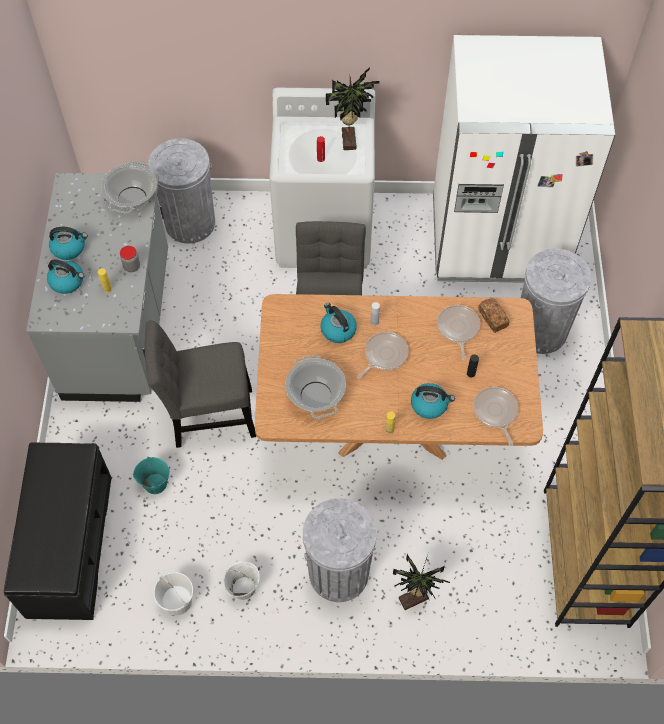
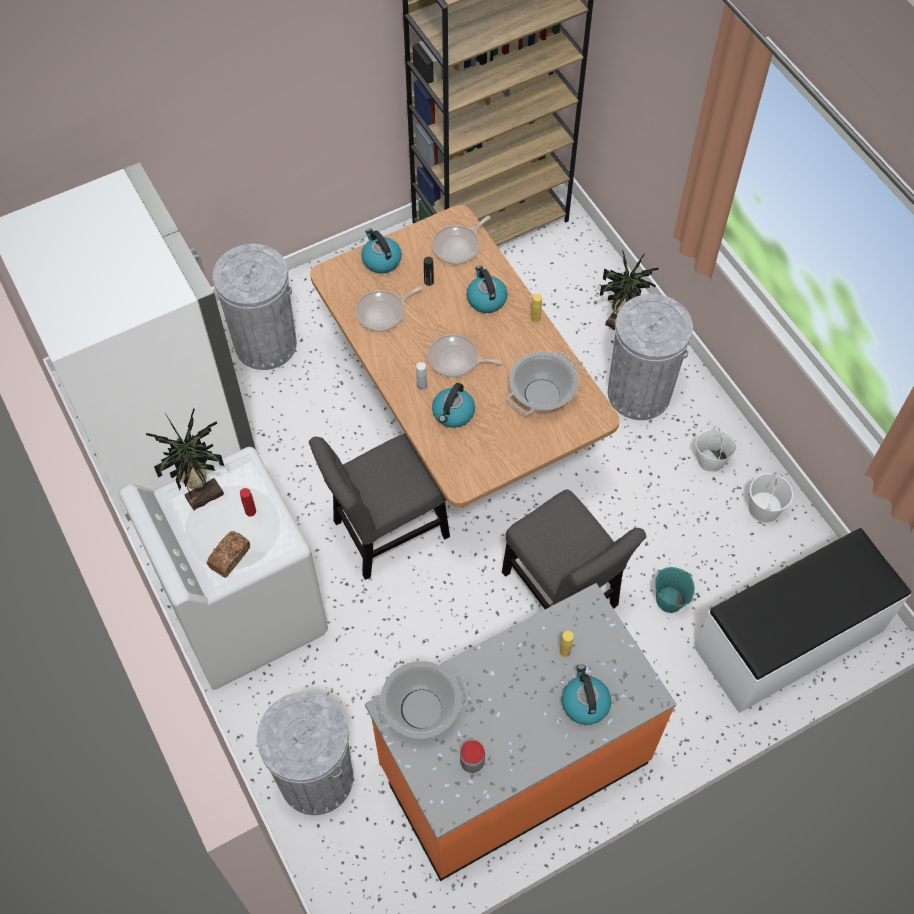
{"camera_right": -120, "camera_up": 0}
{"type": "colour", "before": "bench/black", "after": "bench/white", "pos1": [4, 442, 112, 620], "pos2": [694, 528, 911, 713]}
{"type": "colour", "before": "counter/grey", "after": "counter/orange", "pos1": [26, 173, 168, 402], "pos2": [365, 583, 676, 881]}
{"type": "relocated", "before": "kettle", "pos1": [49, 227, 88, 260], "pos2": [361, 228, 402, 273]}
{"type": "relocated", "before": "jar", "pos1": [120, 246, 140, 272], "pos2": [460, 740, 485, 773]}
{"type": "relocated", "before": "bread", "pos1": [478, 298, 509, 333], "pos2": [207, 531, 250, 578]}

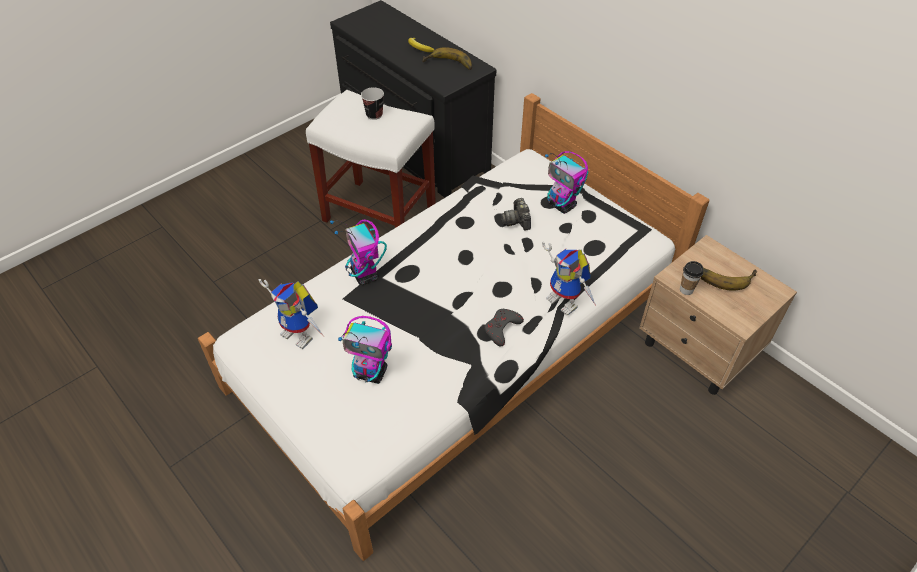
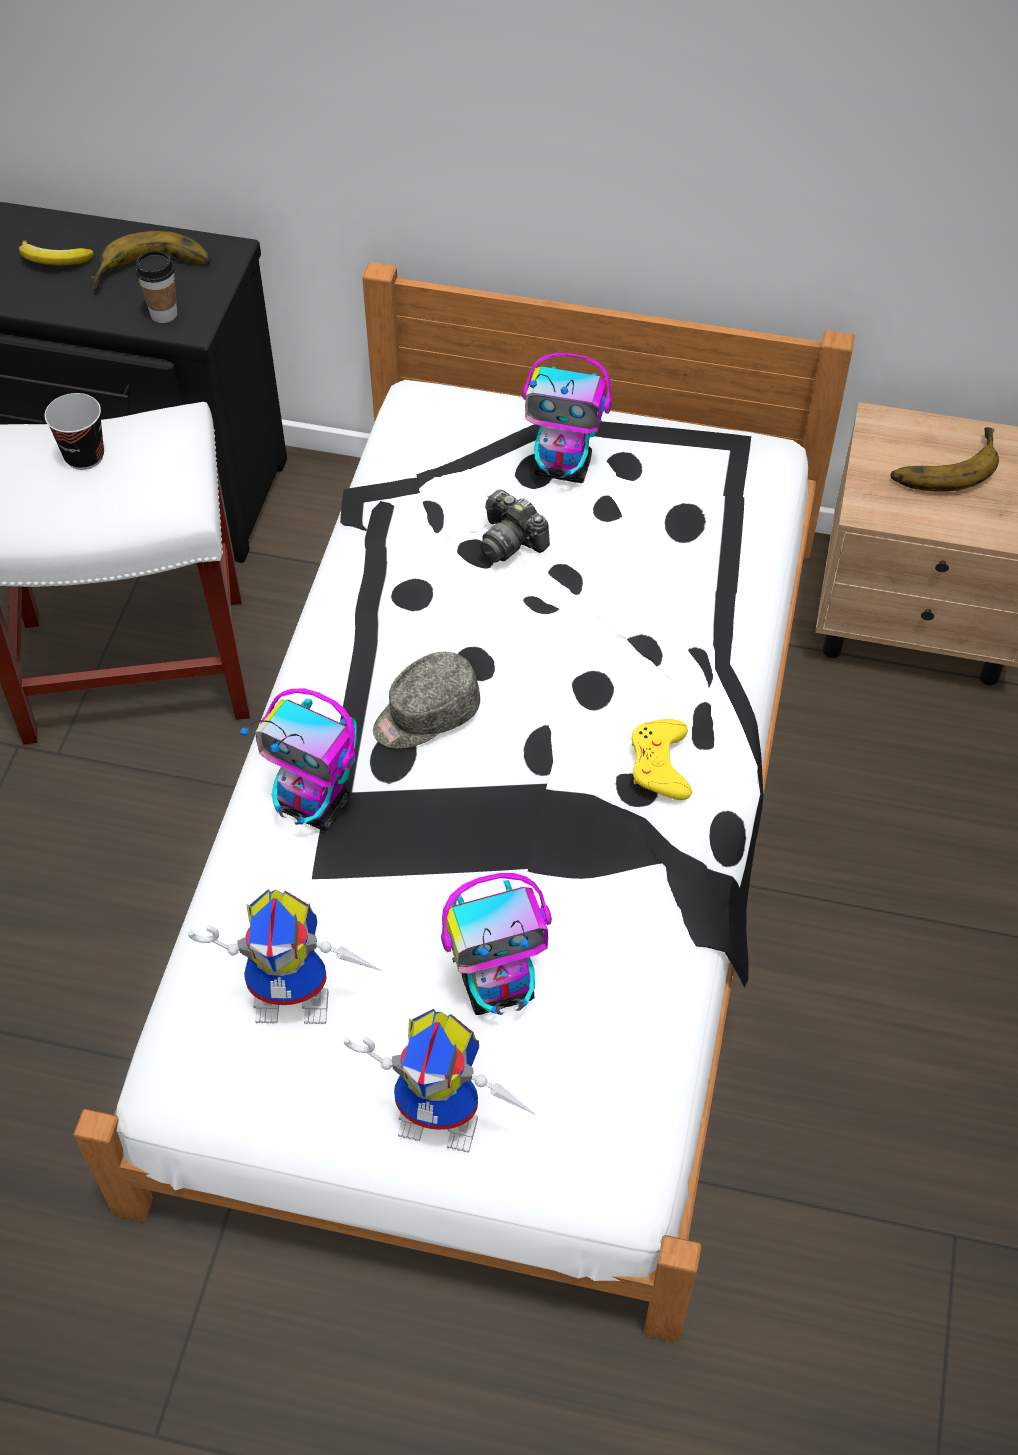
{"camera_right": -35, "camera_up": 5}
{"type": "colour", "before": "game controller/grey", "after": "game controller/yellow", "pos1": [484, 309, 524, 347], "pos2": [631, 719, 692, 800]}
{"type": "relocated", "before": "toy robot", "pos1": [542, 241, 596, 316], "pos2": [343, 1009, 536, 1152]}
{"type": "relocated", "before": "cup", "pos1": [680, 261, 703, 295], "pos2": [135, 250, 177, 323]}
{"type": "appeared", "after": "cap/grey", "pos2": [373, 652, 480, 749]}

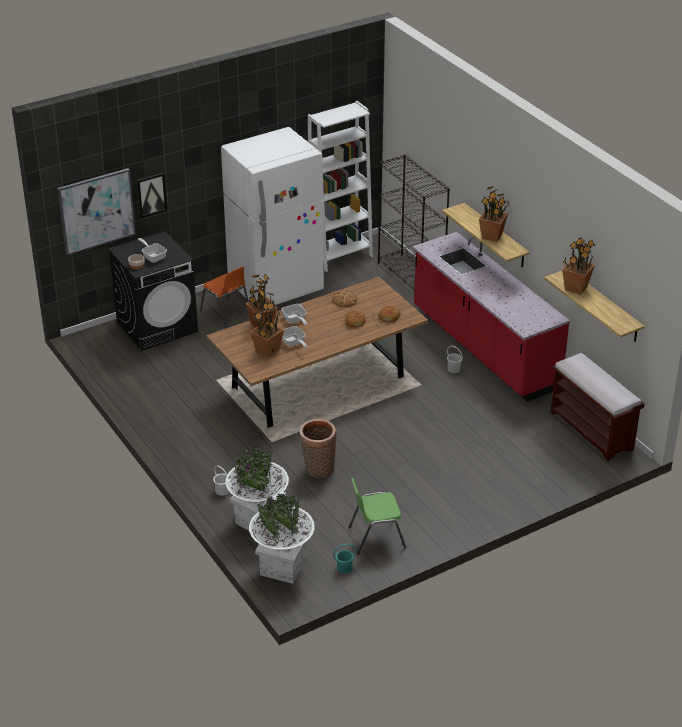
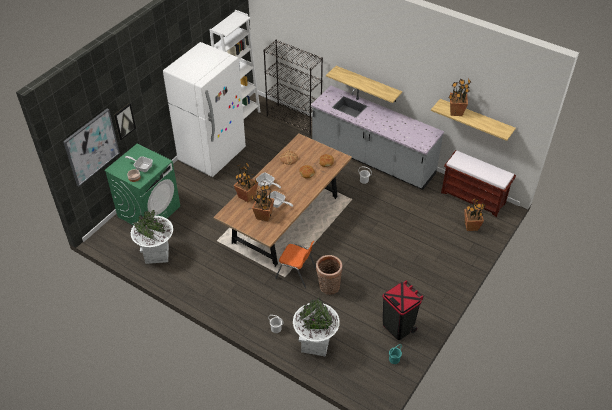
{"camera_right": -25, "camera_up": 10}
{"type": "colour", "before": "washing machine/black", "after": "washing machine/green", "pos1": [108, 231, 198, 351], "pos2": [104, 143, 180, 226]}
{"type": "relocated", "before": "chair/orange", "pos1": [200, 267, 249, 328], "pos2": [275, 241, 316, 288]}
{"type": "relocated", "before": "planter/white", "pos1": [249, 494, 315, 584], "pos2": [131, 210, 173, 264]}
{"type": "exchanged", "before": "chair/green", "after": "trash can/black", "pos1": [348, 478, 406, 555], "pos2": [382, 280, 424, 340]}
{"type": "colour", "before": "counter/red", "after": "counter/grey", "pos1": [413, 232, 570, 402], "pos2": [311, 86, 444, 190]}
{"type": "relocated", "before": "potted plant", "pos1": [479, 186, 510, 242], "pos2": [464, 198, 486, 231]}

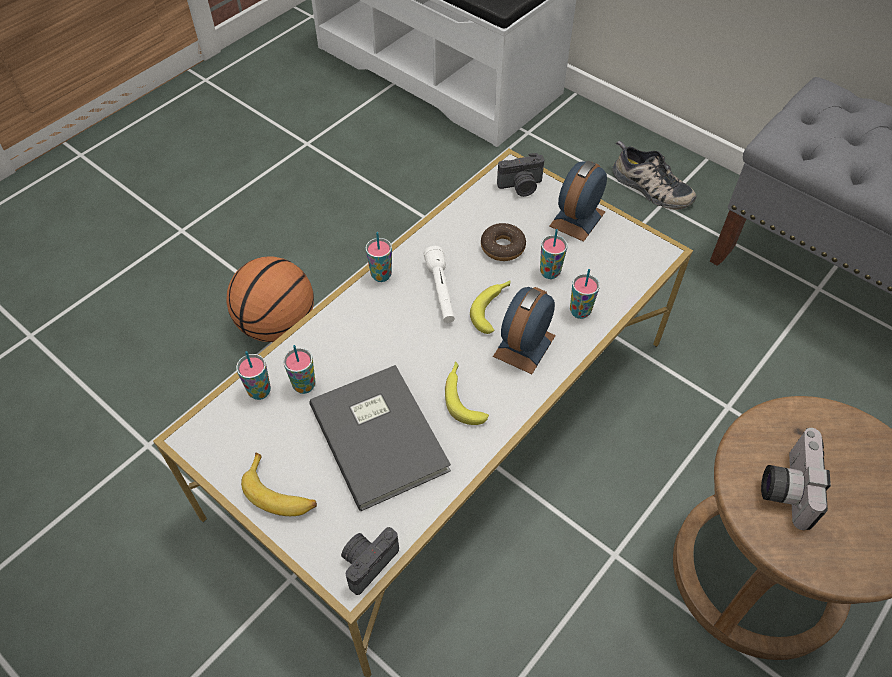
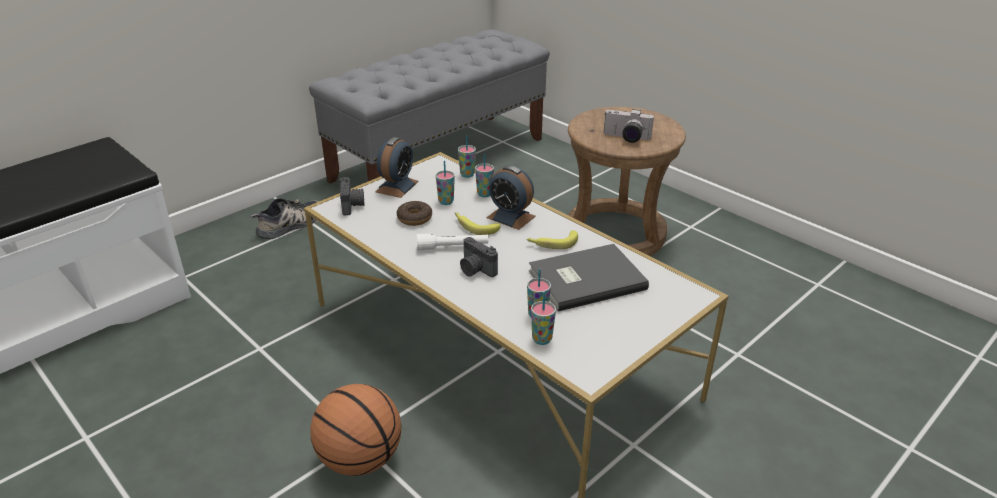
{"camera_right": -85, "camera_up": -20}
{"type": "missing", "before": "banana", "pos1": [241, 453, 317, 516]}
{"type": "relocated", "before": "photo camera", "pos1": [341, 527, 399, 595], "pos2": [460, 237, 498, 277]}
{"type": "relocated", "before": "cup", "pos1": [366, 232, 392, 282], "pos2": [458, 135, 476, 178]}
{"type": "spun", "before": "alarm clock", "pos1": [549, 161, 607, 242], "pos2": [375, 137, 418, 198], "turn": -105}

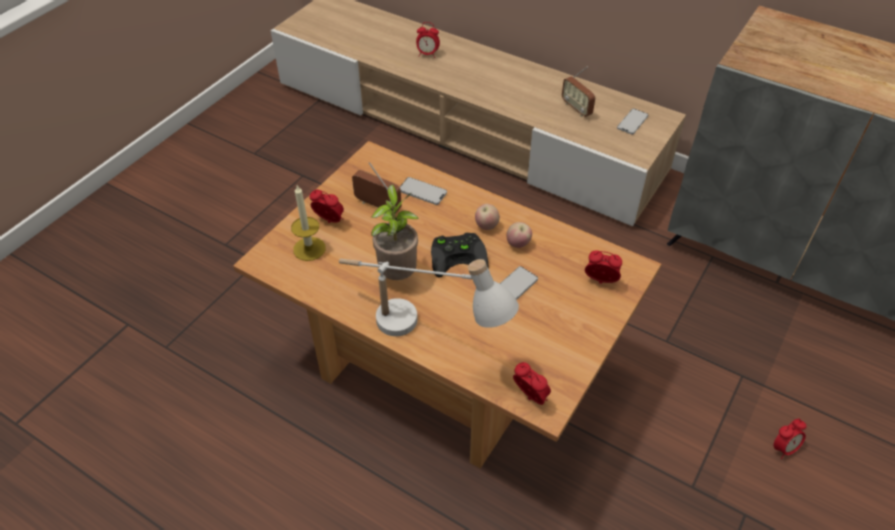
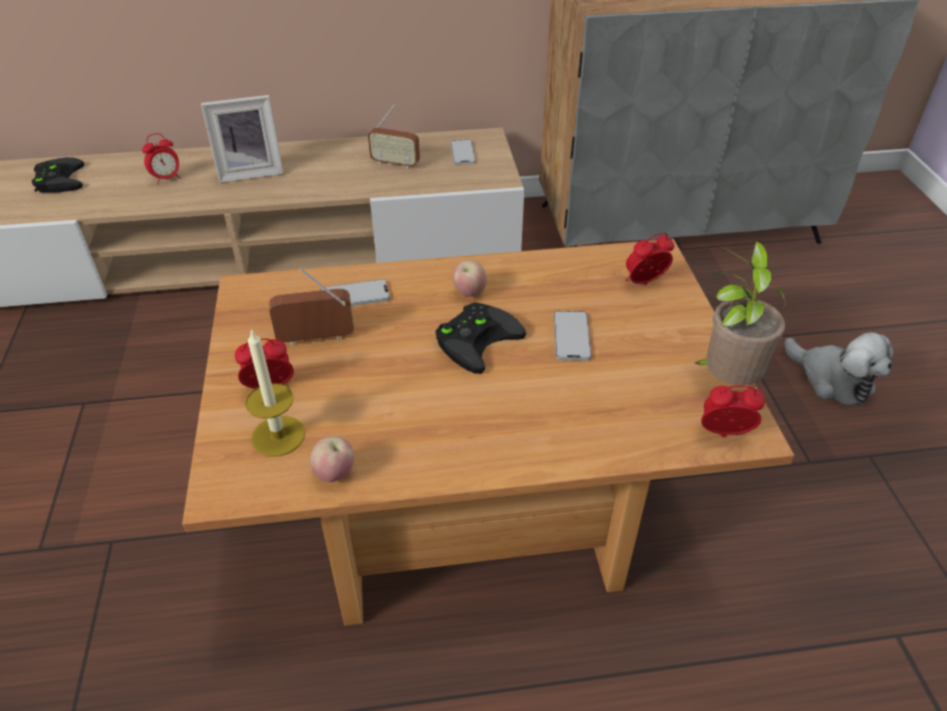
{"camera_right": -40, "camera_up": -5}
{"type": "missing", "before": "table lamp/white", "pos1": [339, 259, 519, 336]}
{"type": "relocated", "before": "potted plant", "pos1": [371, 185, 419, 280], "pos2": [695, 241, 786, 385]}
{"type": "relocated", "before": "apple", "pos1": [506, 222, 532, 248], "pos2": [310, 436, 354, 482]}
{"type": "exchanged", "before": "alarm clock", "after": "plush toy", "pos1": [774, 418, 807, 459], "pos2": [784, 332, 893, 405]}
{"type": "appeared", "after": "game controller/black", "pos2": [32, 157, 84, 193]}
{"type": "appeared", "after": "picture frame", "pos2": [201, 95, 284, 183]}

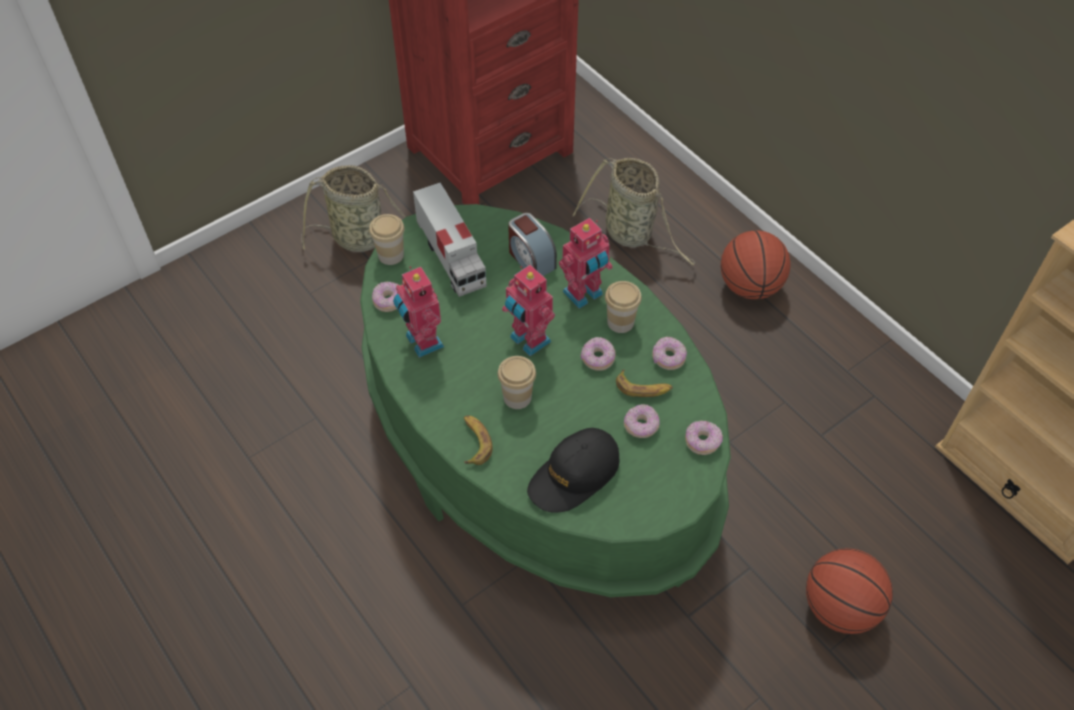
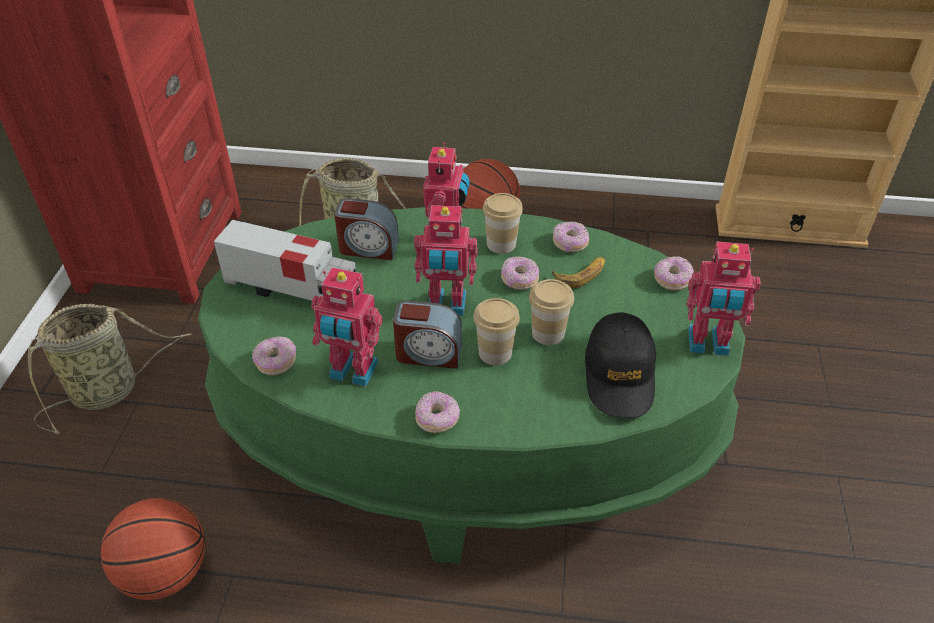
{"camera_right": -45, "camera_up": -10}
{"type": "relocated", "before": "cup", "pos1": [369, 214, 405, 265], "pos2": [529, 279, 574, 345]}
{"type": "missing", "before": "banana", "pos1": [464, 415, 493, 465]}
{"type": "relocated", "before": "donut", "pos1": [624, 404, 660, 438], "pos2": [415, 391, 460, 433]}
{"type": "relocated", "before": "basketball", "pos1": [806, 548, 893, 634], "pos2": [101, 498, 206, 600]}
{"type": "appeared", "after": "alarm clock", "pos2": [393, 300, 462, 369]}
{"type": "appeared", "after": "toy robot", "pos2": [687, 242, 760, 356]}

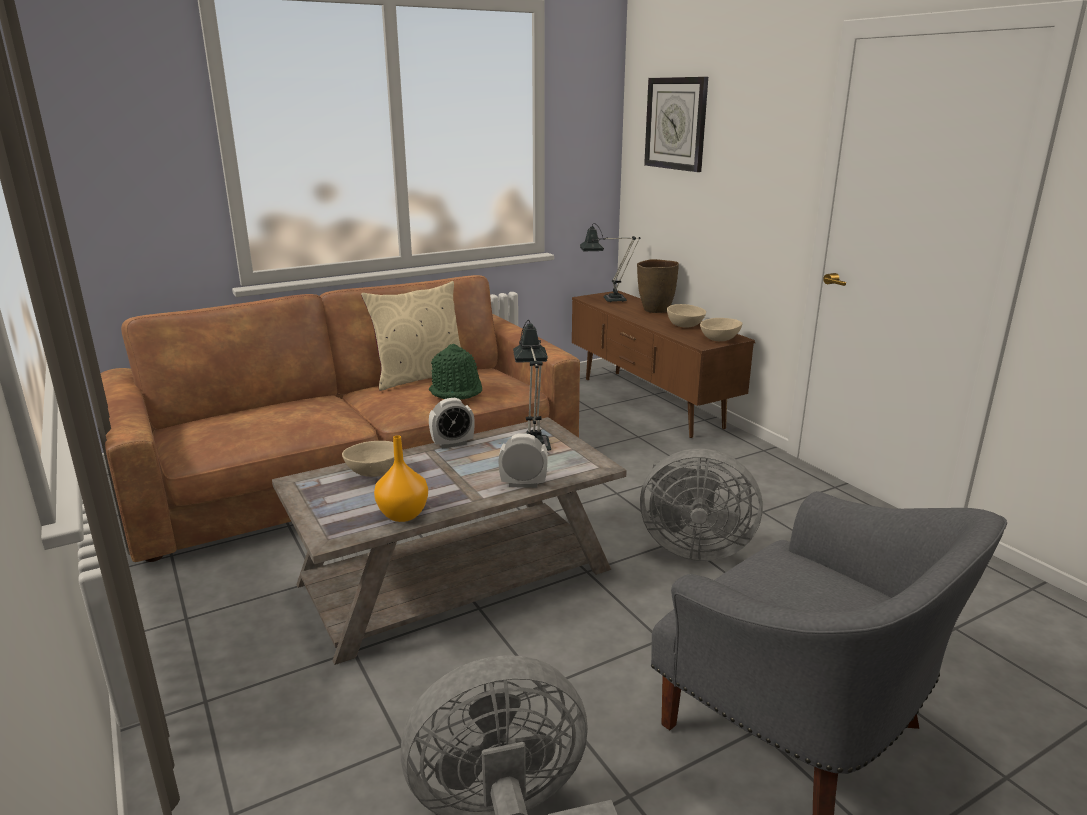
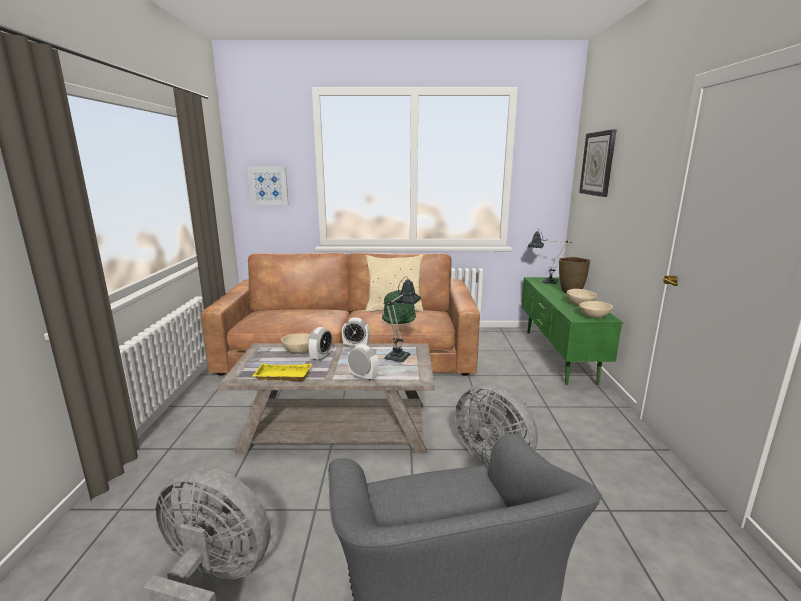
{"camera_right": 30, "camera_up": -5}
{"type": "exchanged", "before": "vase/orange", "after": "tray/yellow", "pos1": [374, 435, 428, 522], "pos2": [253, 363, 311, 381]}
{"type": "colour", "before": "tv stand/brown", "after": "tv stand/green", "pos1": [572, 290, 755, 438], "pos2": [521, 277, 623, 385]}
{"type": "appeared", "after": "picture", "pos2": [248, 167, 289, 205]}
{"type": "appeared", "after": "alarm clock", "pos2": [308, 327, 332, 361]}

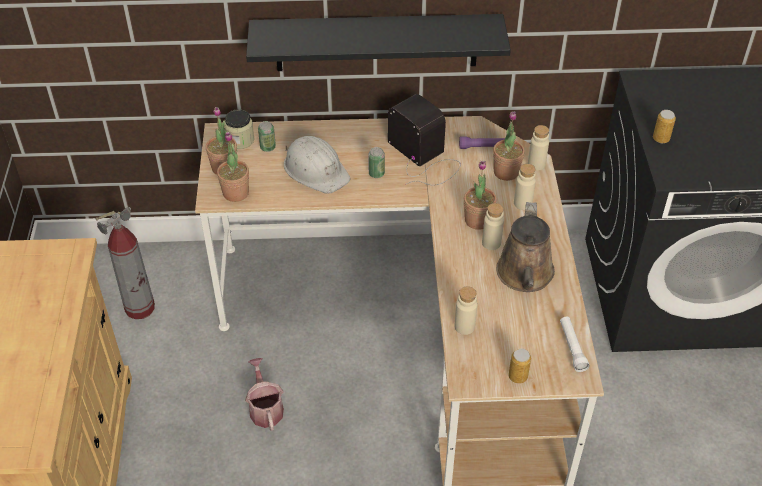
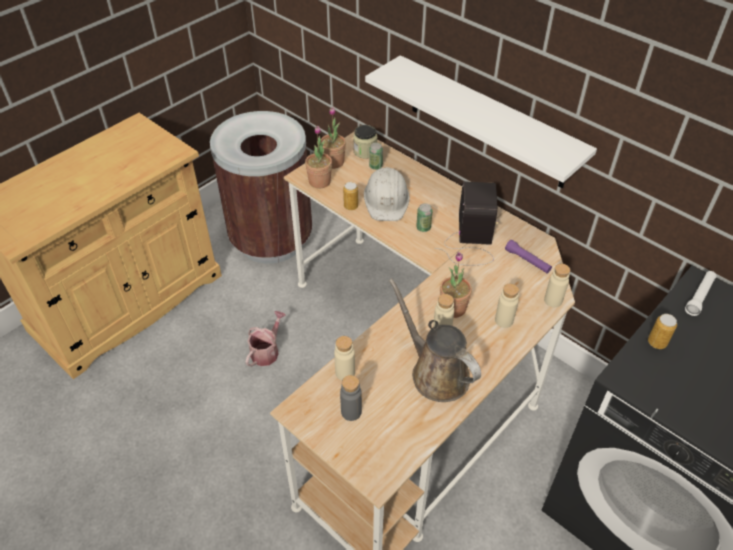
{"camera_right": 45, "camera_up": 0}
{"type": "exchanged", "before": "fire extinguisher", "after": "trash can/brown", "pos1": [96, 207, 155, 319], "pos2": [210, 111, 312, 264]}
{"type": "colour", "before": "shelf/black", "after": "shelf/white", "pos1": [246, 14, 511, 71], "pos2": [365, 55, 597, 188]}
{"type": "missing", "before": "potted plant", "pos1": [493, 111, 525, 181]}
{"type": "spun", "before": "watering can/brown", "pos1": [496, 202, 555, 292], "pos2": [389, 278, 481, 402], "turn": 90}
{"type": "relocated", "before": "can", "pos1": [509, 348, 531, 384], "pos2": [343, 182, 358, 210]}
{"type": "relocated", "before": "flashlight/white", "pos1": [560, 317, 590, 372], "pos2": [685, 271, 716, 316]}
{"type": "appeared", "after": "bottle/grey", "pos2": [340, 375, 362, 421]}

